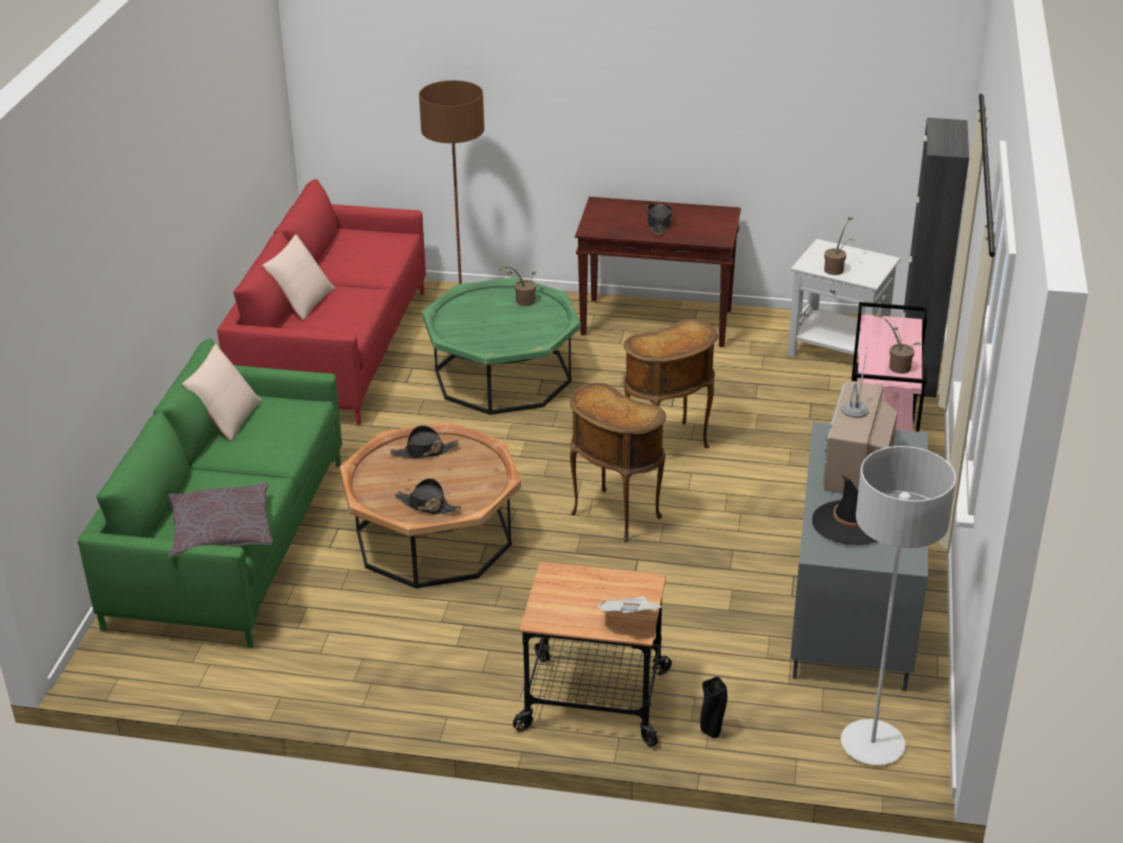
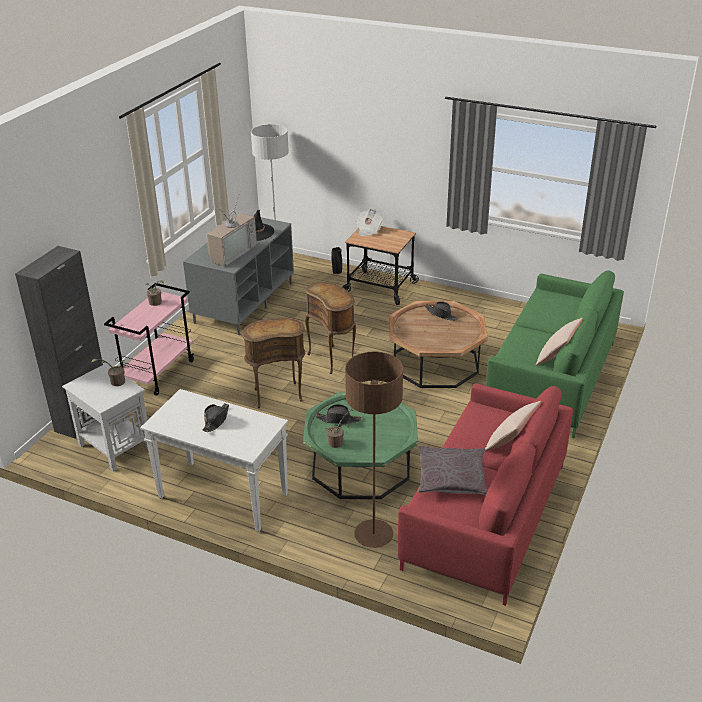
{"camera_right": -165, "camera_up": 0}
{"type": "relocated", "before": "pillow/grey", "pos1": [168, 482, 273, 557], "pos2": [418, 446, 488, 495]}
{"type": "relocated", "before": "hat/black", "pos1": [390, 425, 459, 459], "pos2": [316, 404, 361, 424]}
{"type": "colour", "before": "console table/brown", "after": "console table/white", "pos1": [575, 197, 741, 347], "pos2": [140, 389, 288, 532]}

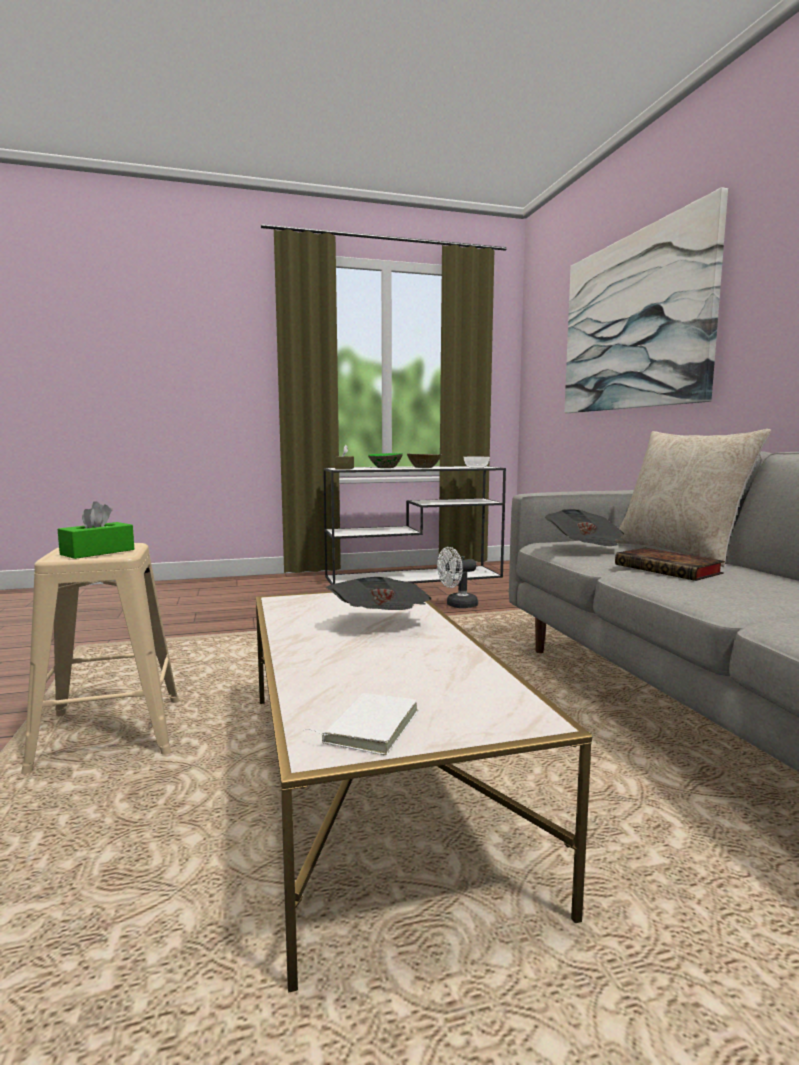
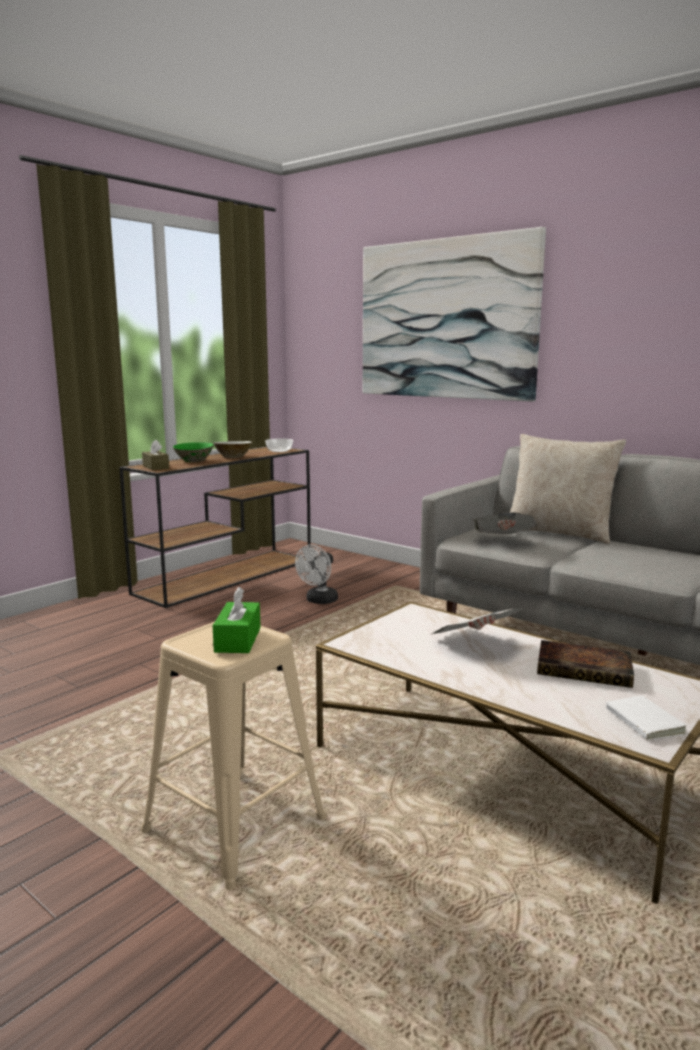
{"camera_right": -35, "camera_up": 5}
{"type": "colour", "before": "console table/white", "after": "console table/brown", "pos1": [323, 466, 506, 585], "pos2": [119, 446, 311, 608]}
{"type": "relocated", "before": "book", "pos1": [615, 548, 725, 581], "pos2": [537, 640, 634, 688]}

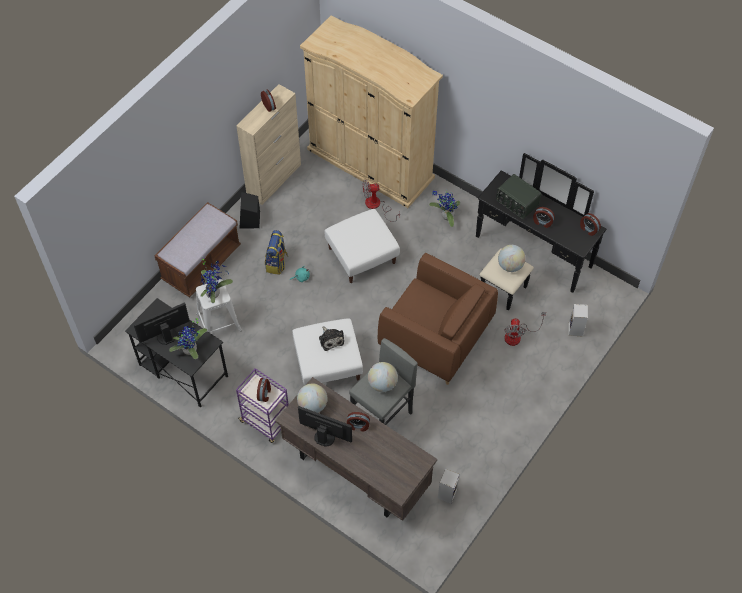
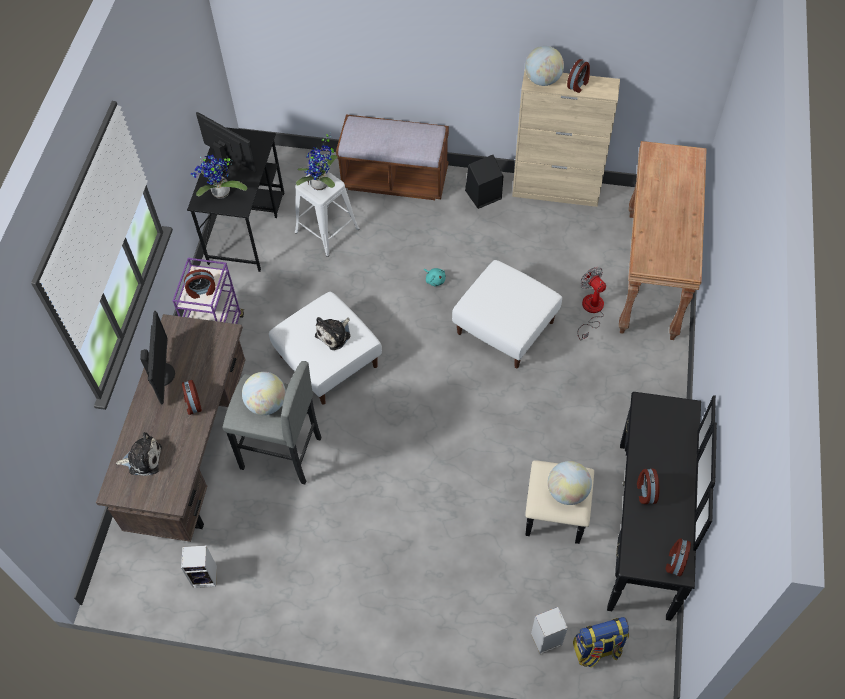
{"camera_right": 65, "camera_up": 0}
{"type": "relocated", "before": "backpack", "pos1": [265, 230, 288, 275], "pos2": [573, 617, 629, 668]}
{"type": "relocated", "before": "globe", "pos1": [297, 383, 327, 413], "pos2": [525, 46, 564, 86]}
{"type": "exchanged", "before": "wardrobe/beige", "after": "console table/brown", "pos1": [300, 15, 443, 208], "pos2": [619, 141, 707, 340]}
{"type": "missing", "before": "armchair/brown", "pos1": [378, 253, 498, 385]}
{"type": "missing", "before": "potted plant", "pos1": [429, 189, 461, 227]}
{"type": "missing", "before": "radio", "pos1": [496, 174, 541, 219]}
{"type": "missing", "before": "fan", "pos1": [504, 312, 546, 346]}
{"type": "appeared", "after": "plush toy", "pos2": [116, 432, 162, 476]}

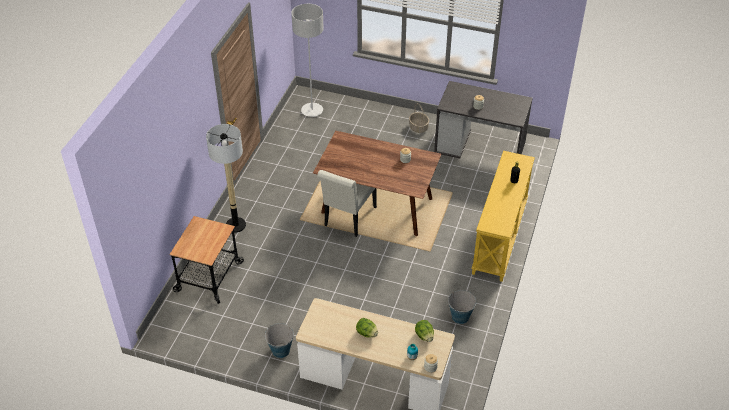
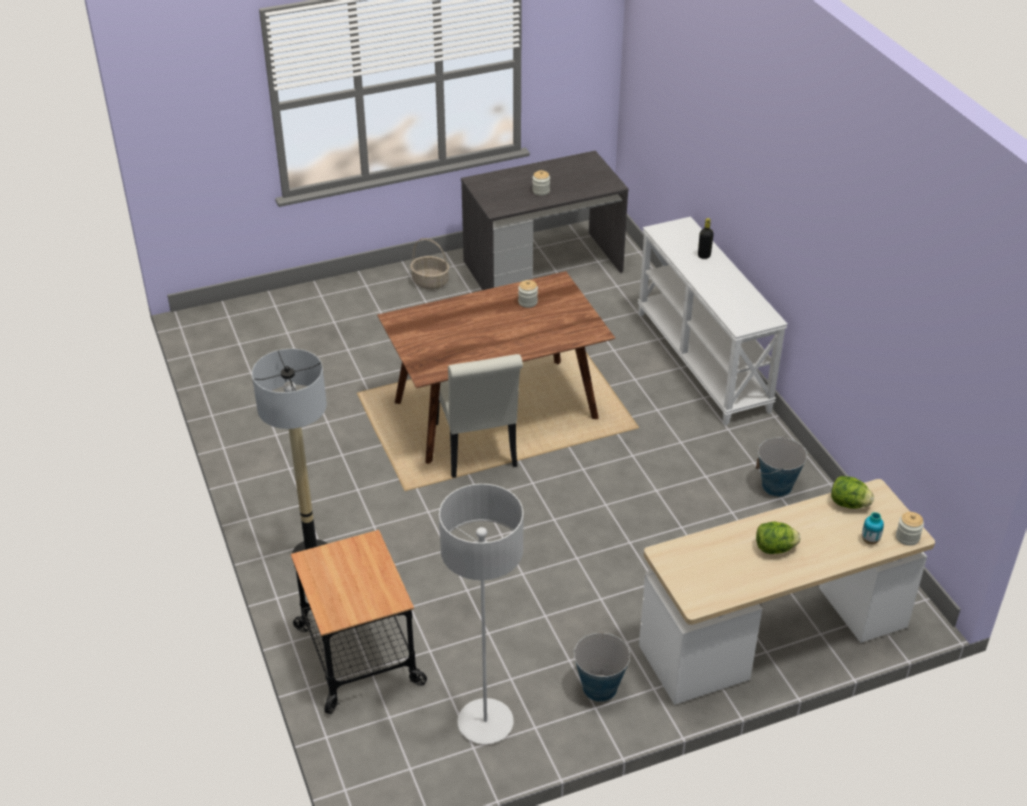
{"camera_right": -40, "camera_up": -5}
{"type": "relocated", "before": "floor lamp/grey", "pos1": [292, 4, 324, 117], "pos2": [439, 484, 524, 744]}
{"type": "colour", "before": "console table/yellow", "after": "console table/white", "pos1": [472, 151, 535, 282], "pos2": [637, 217, 788, 425]}

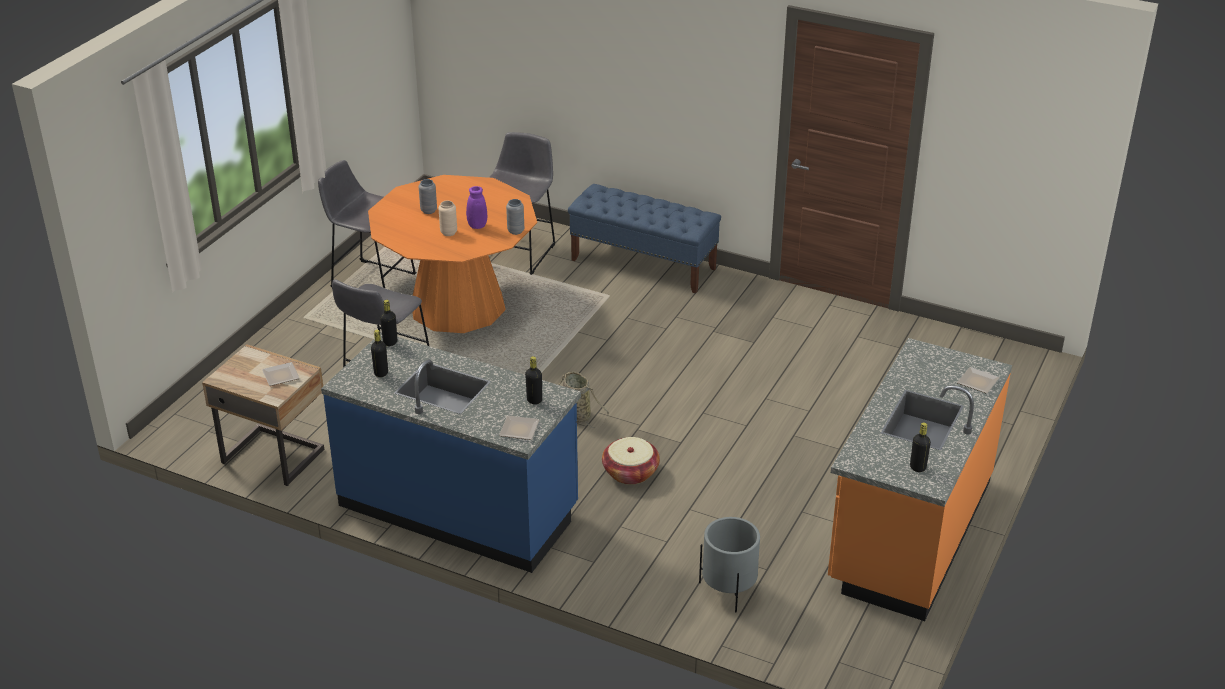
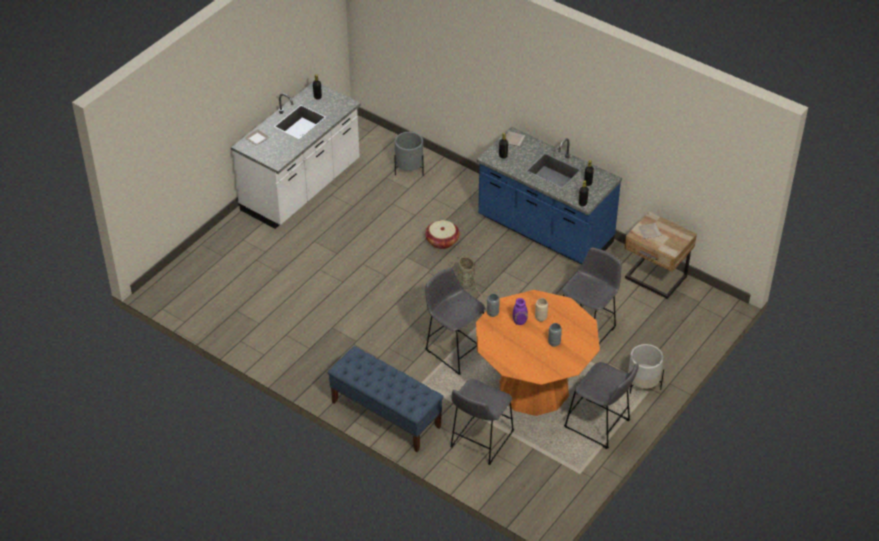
{"camera_right": -170, "camera_up": 10}
{"type": "colour", "before": "counter/orange", "after": "counter/white", "pos1": [828, 338, 1012, 621], "pos2": [231, 82, 361, 229]}
{"type": "appeared", "after": "stool/grey", "pos2": [425, 267, 485, 375]}
{"type": "appeared", "after": "planter/white", "pos2": [628, 344, 664, 394]}

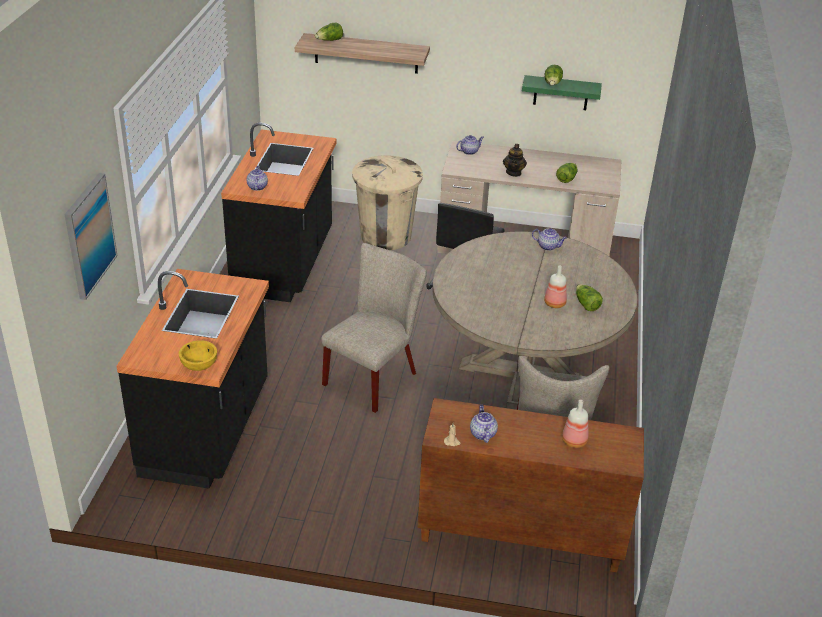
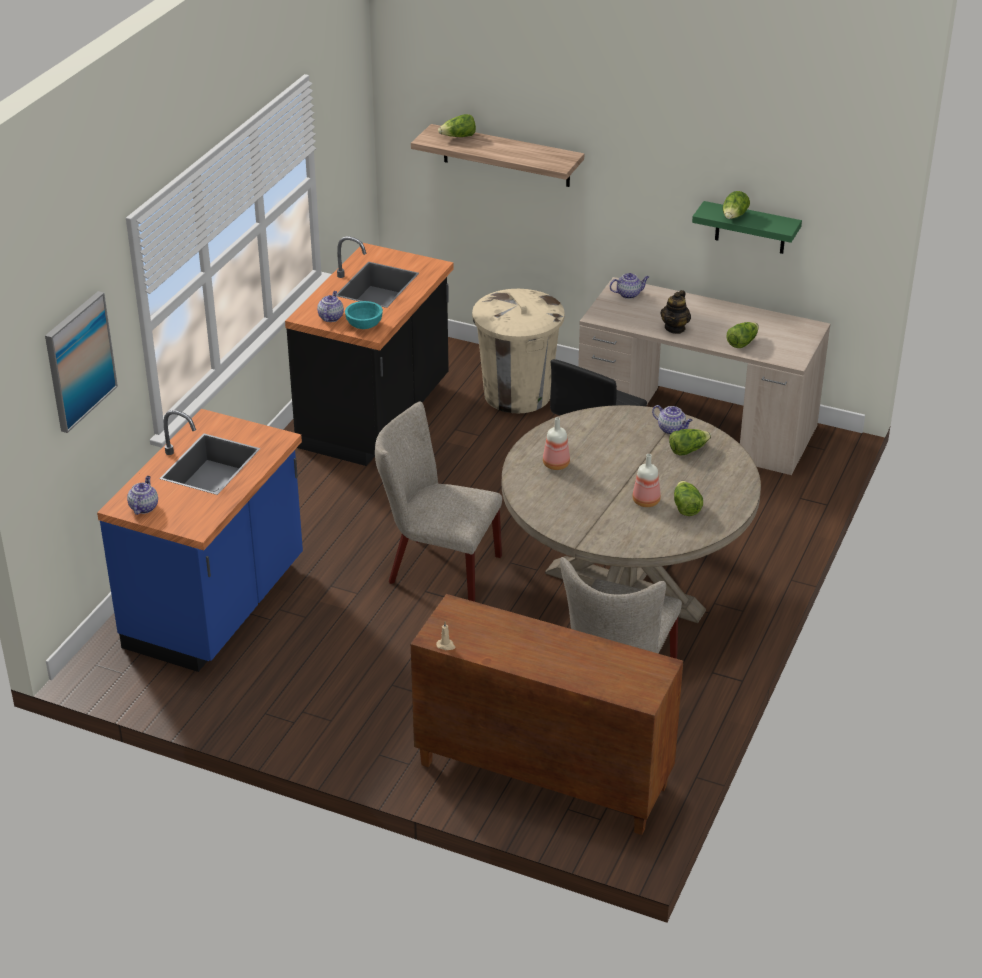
{"camera_right": 15, "camera_up": 0}
{"type": "colour", "before": "counter/black", "after": "counter/blue", "pos1": [117, 269, 269, 489], "pos2": [97, 409, 303, 672]}
{"type": "missing", "before": "bowl/yellow", "pos1": [179, 340, 217, 371]}
{"type": "spun", "before": "chair/beige", "pos1": [321, 243, 427, 413], "pos2": [375, 401, 502, 602], "turn": -120}
{"type": "relocated", "before": "teapot", "pos1": [470, 405, 498, 443], "pos2": [127, 476, 158, 515]}
{"type": "relocated", "before": "bottle", "pos1": [562, 400, 588, 448], "pos2": [543, 417, 570, 470]}
{"type": "appeared", "after": "bowl/turquoise", "pos2": [345, 301, 383, 329]}
{"type": "appeared", "after": "lettuce", "pos2": [669, 429, 711, 456]}

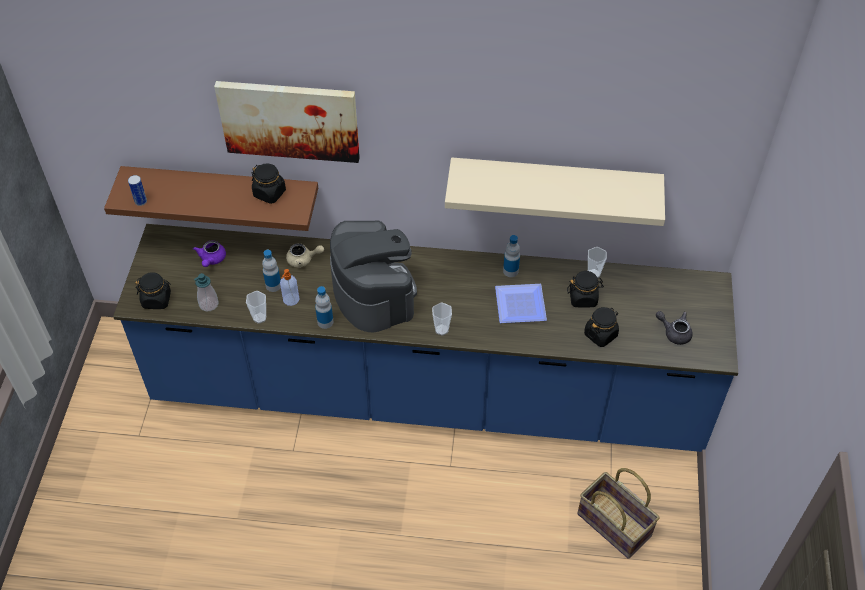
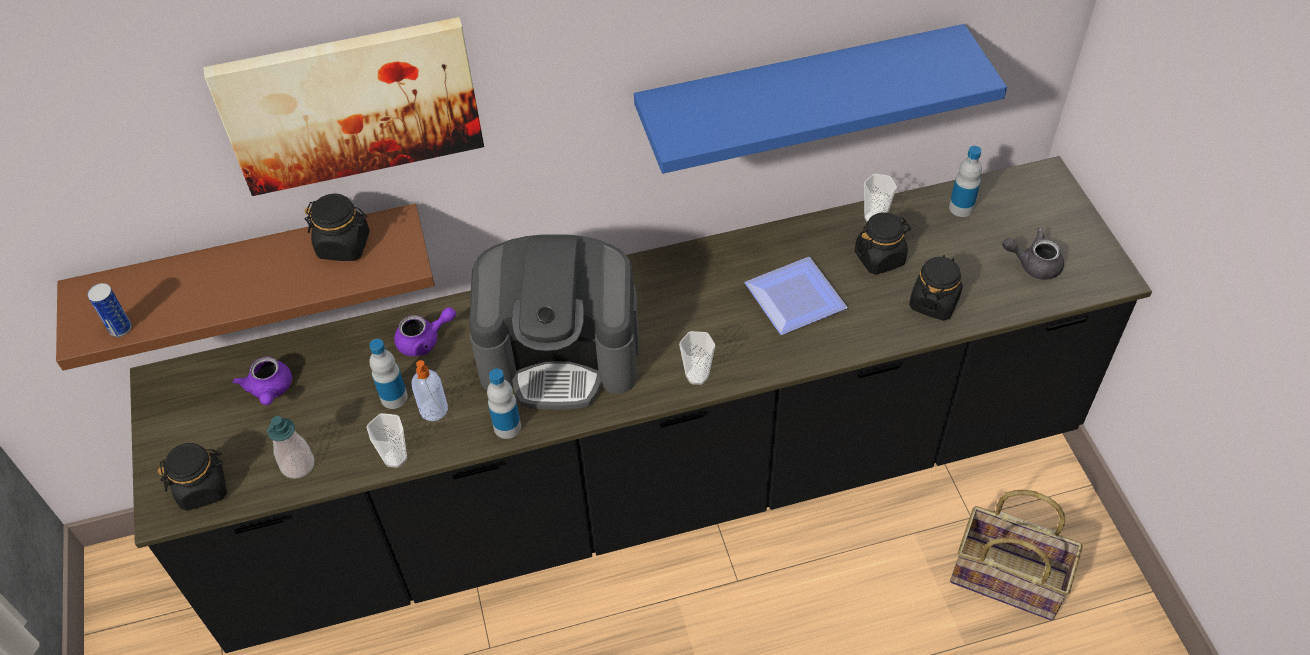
{"camera_right": -20, "camera_up": 0}
{"type": "colour", "before": "counter/blue", "after": "counter/black", "pos1": [113, 224, 738, 452], "pos2": [130, 156, 1152, 653]}
{"type": "colour", "before": "teapot/beige", "after": "teapot/purple", "pos1": [286, 243, 324, 268], "pos2": [394, 307, 456, 356]}
{"type": "spun", "before": "coffee machine", "pos1": [330, 220, 417, 333], "pos2": [469, 234, 639, 410], "turn": 135}
{"type": "colour", "before": "shelf/beige", "after": "shelf/blue", "pos1": [445, 157, 665, 226], "pos2": [634, 24, 1007, 174]}
{"type": "relocated", "before": "bottle", "pos1": [503, 235, 520, 277], "pos2": [949, 146, 982, 217]}

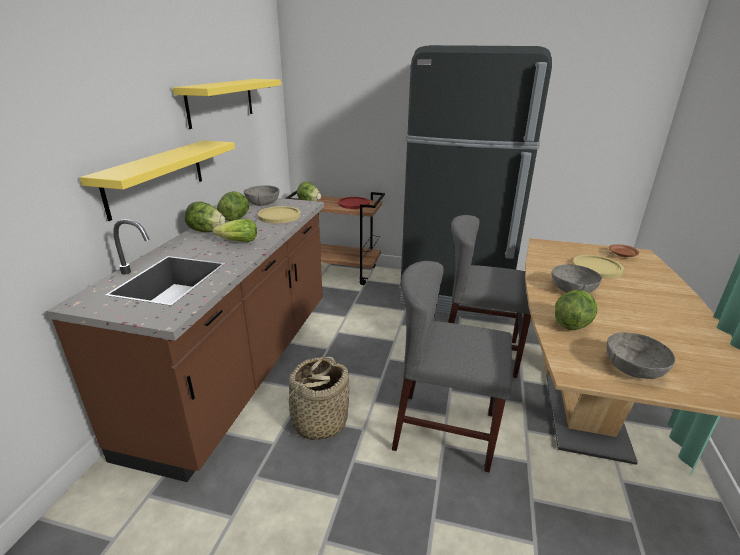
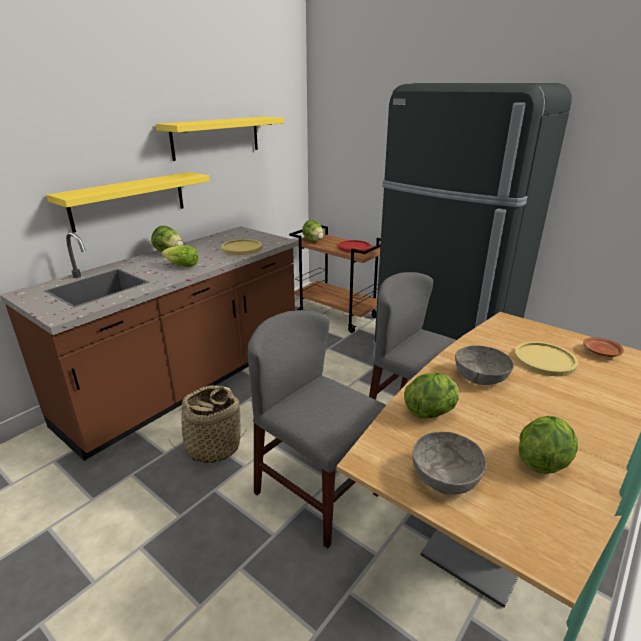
{"camera_right": 25, "camera_up": 0}
{"type": "relocated", "before": "lettuce", "pos1": [217, 191, 249, 221], "pos2": [519, 416, 578, 474]}
{"type": "missing", "before": "bowl/grey", "pos1": [244, 185, 280, 206]}

